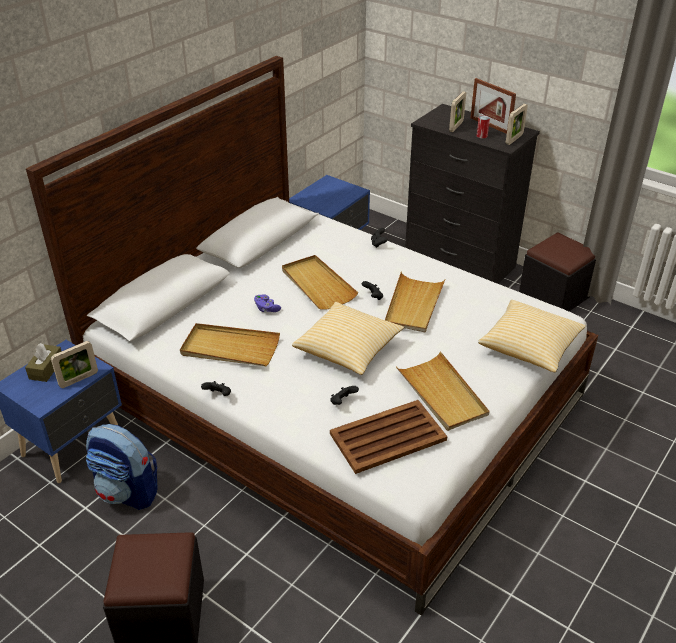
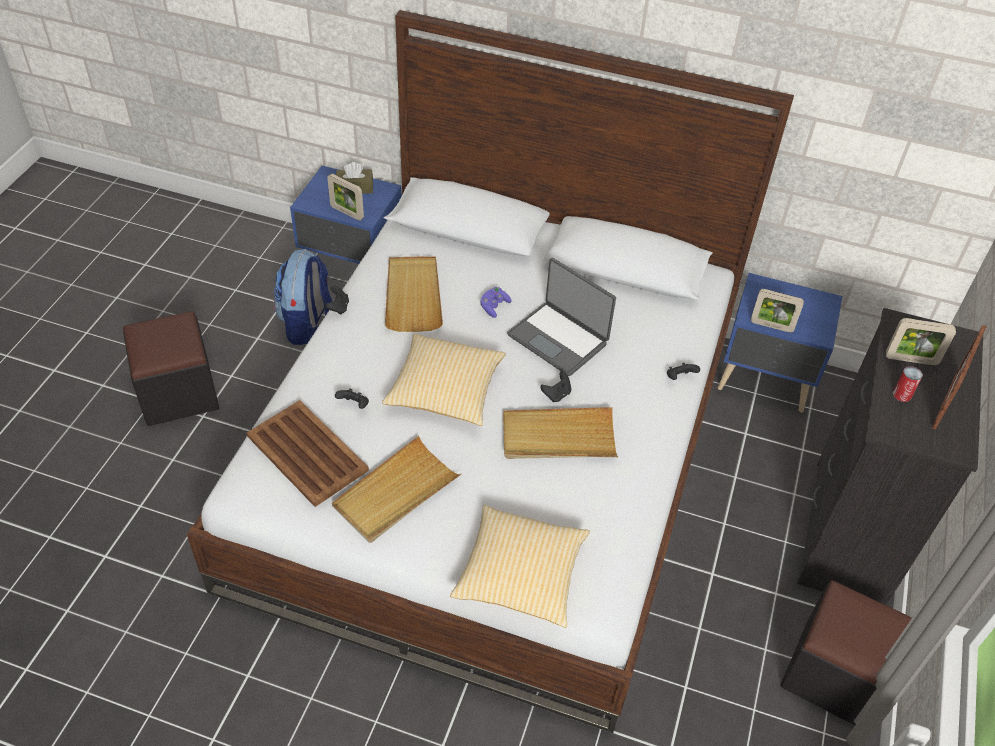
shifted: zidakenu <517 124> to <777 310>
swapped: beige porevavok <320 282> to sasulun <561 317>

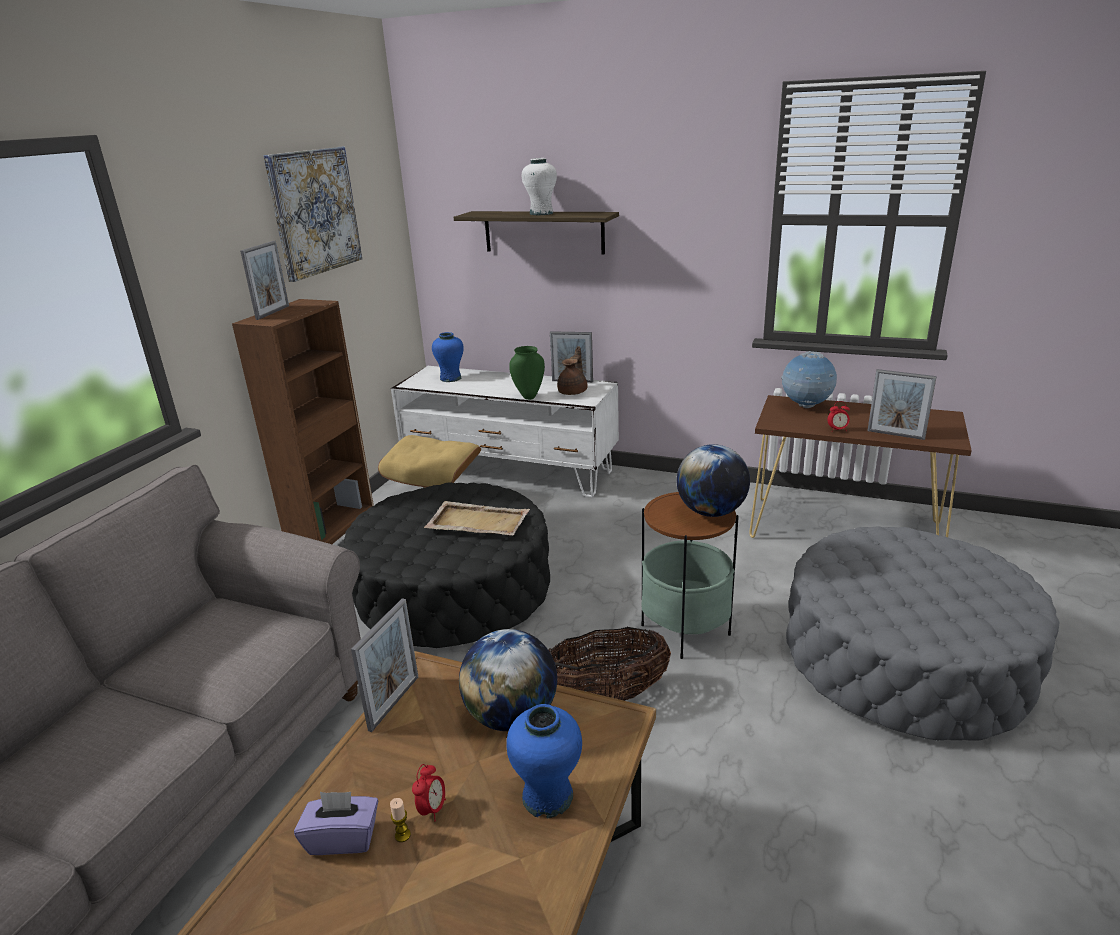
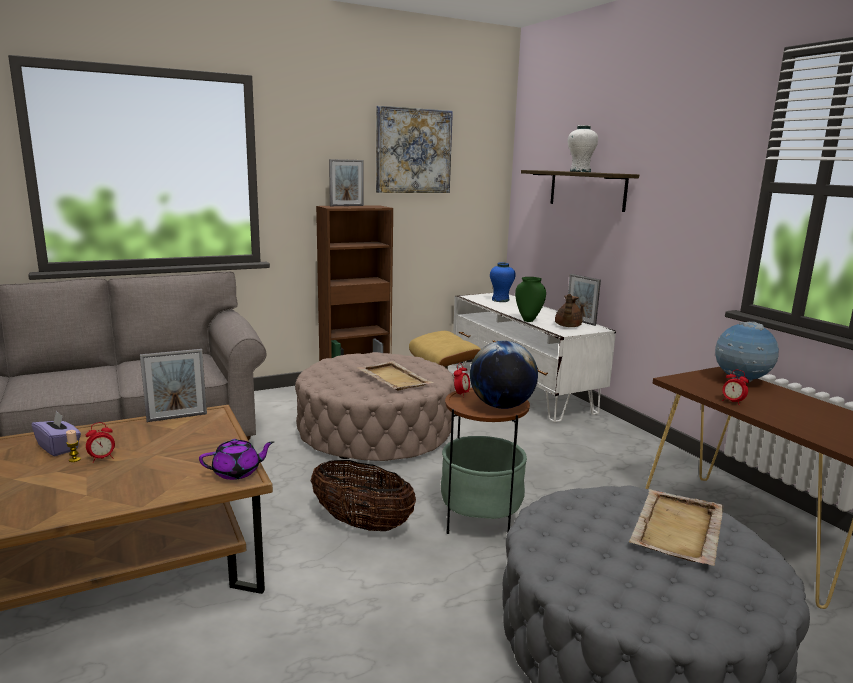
gone: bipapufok <508 680>; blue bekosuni <544 761>; zidakenu <902 404>
new: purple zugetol <236 459>; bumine <462 379>; beige porevavok <676 527>
repainted: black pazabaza <446 565> to beige pazabaza <375 406>
rotated: brown zugetol <572 370> = <569 310> 135 degrees clockwise

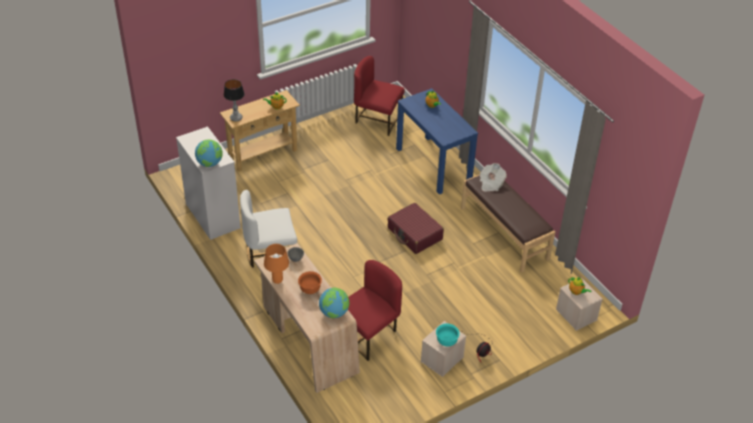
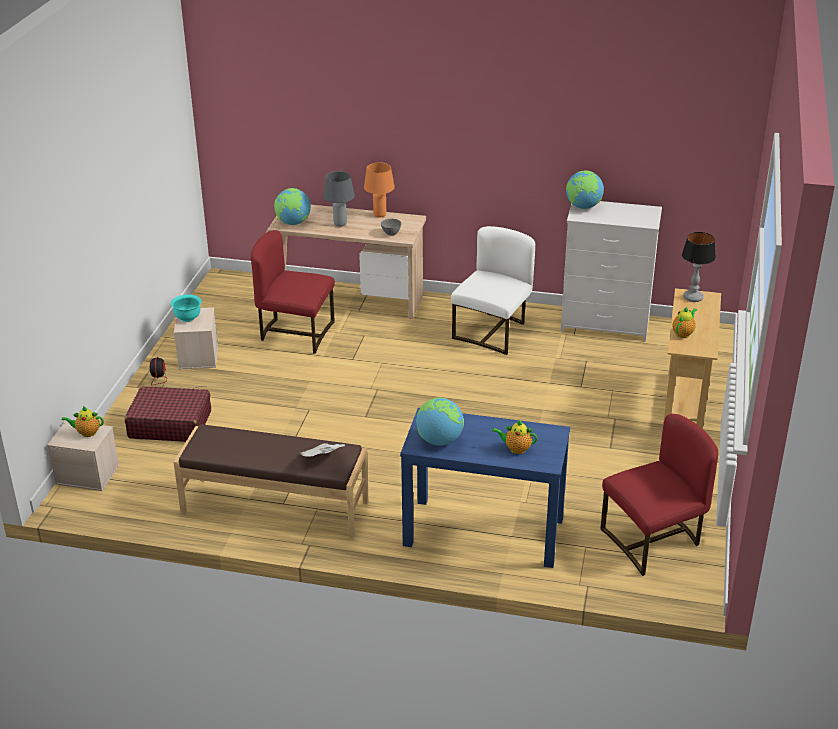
new: bipapufok <440 421>
shifted: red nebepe <416 228> to <167 414>
swapped: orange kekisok <310 282> to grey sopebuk <339 199>
rotated: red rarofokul <375 310> = <293 292> 105 degrees clockwise

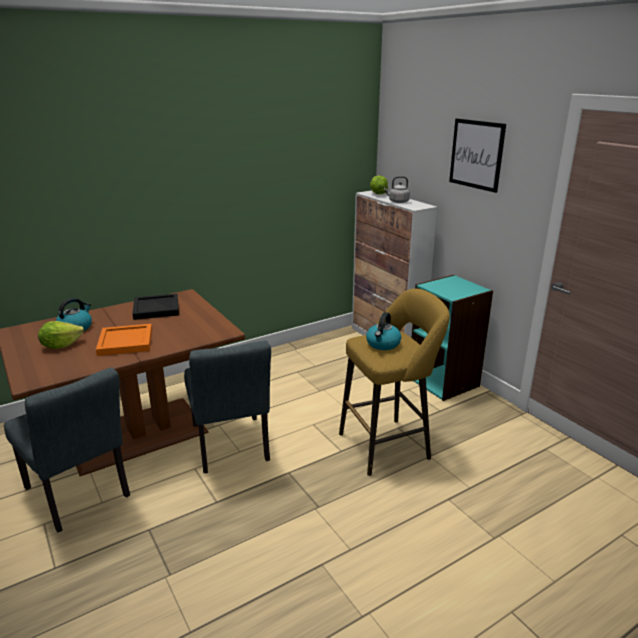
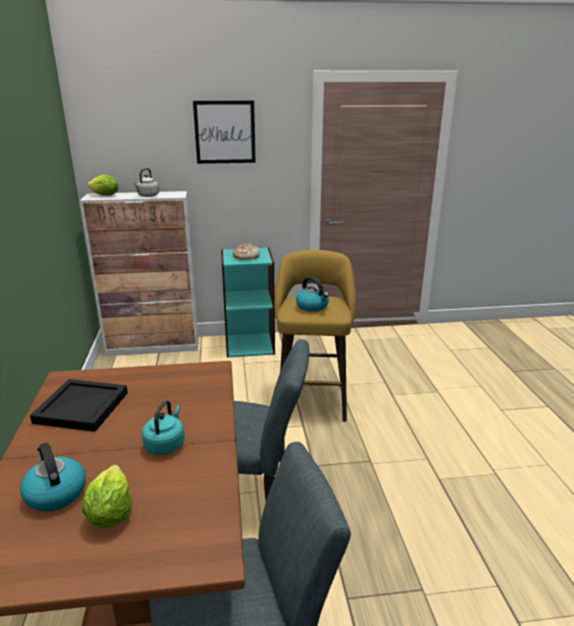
new: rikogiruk <246 252>
swapped: orange porevavok <124 340> to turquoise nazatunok <163 427>

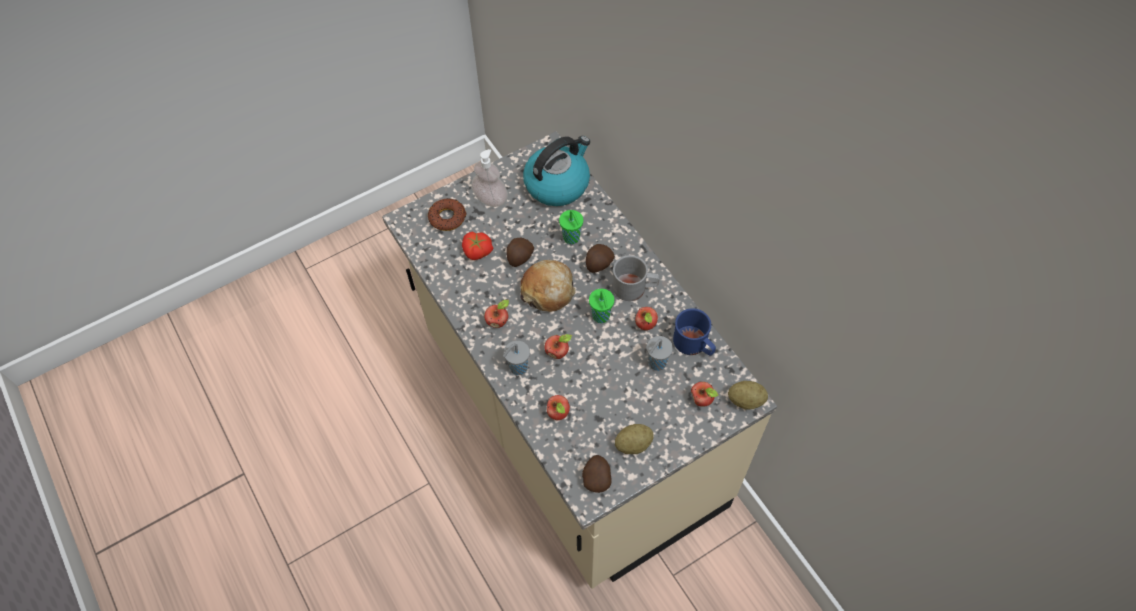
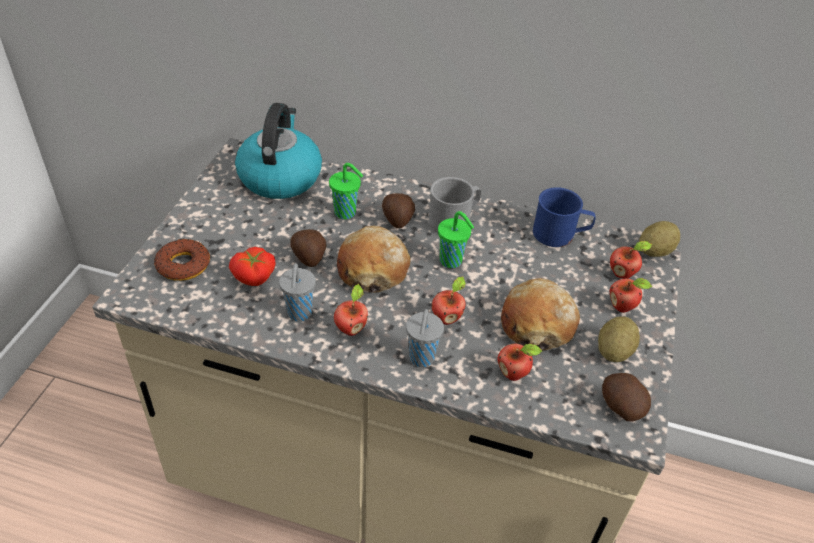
gone: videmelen <489 178>
new: rikogiruk <540 314>
shifted: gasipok <646 318> to <631 295>; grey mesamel <660 353> to <297 292>

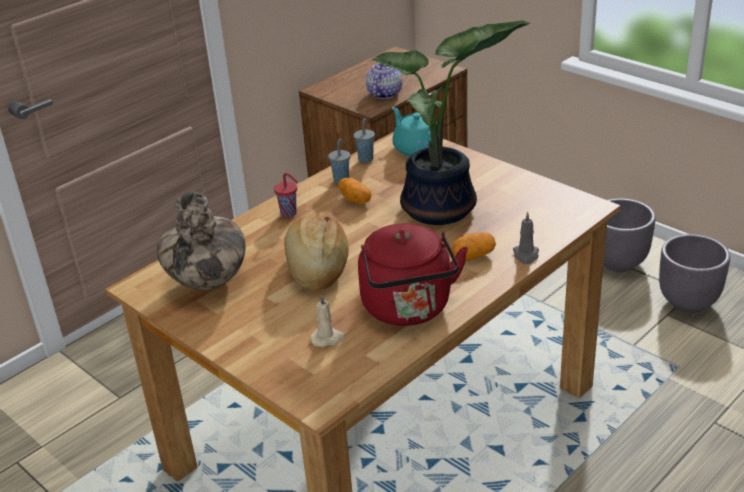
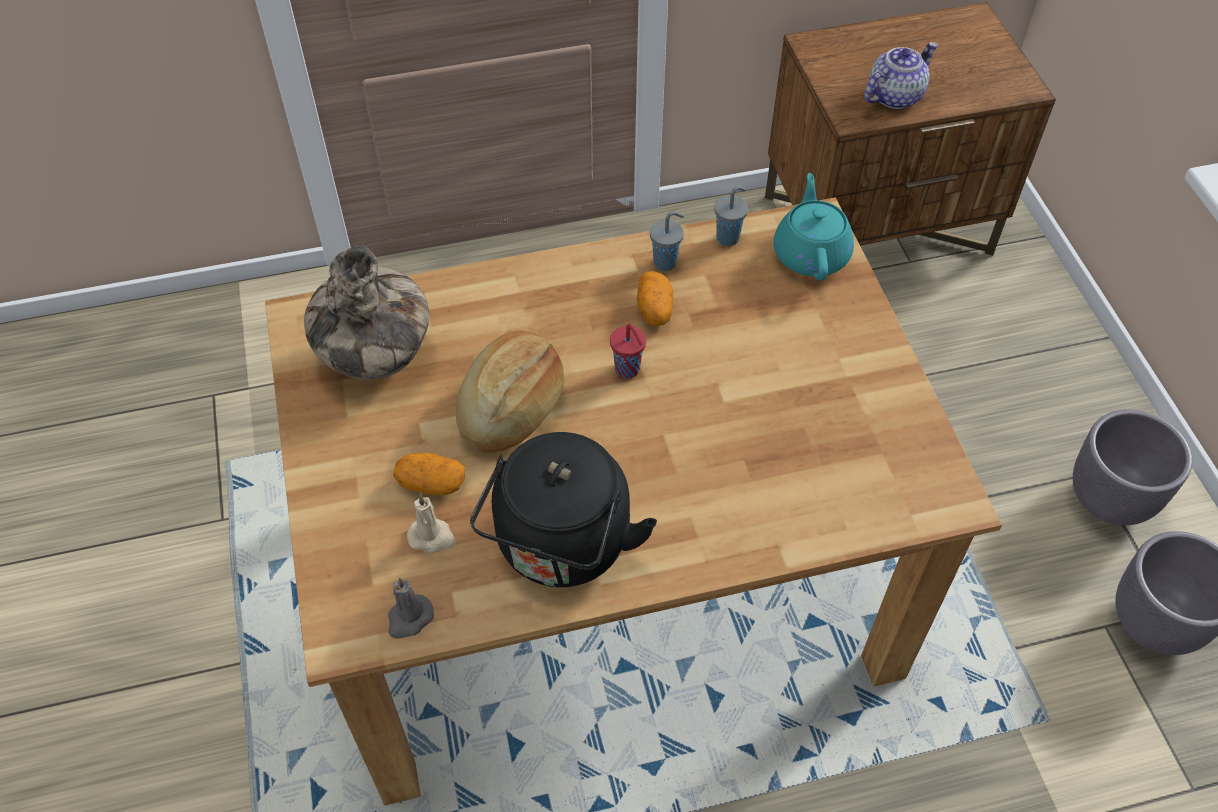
gone: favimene <451 123>
shifted: red mesamel <286 195> to <628 351>; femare <474 246> to <429 474>; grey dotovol <526 237> to <411 608>
repainted: red nazatunok <413 274> to black nazatunok <563 509>

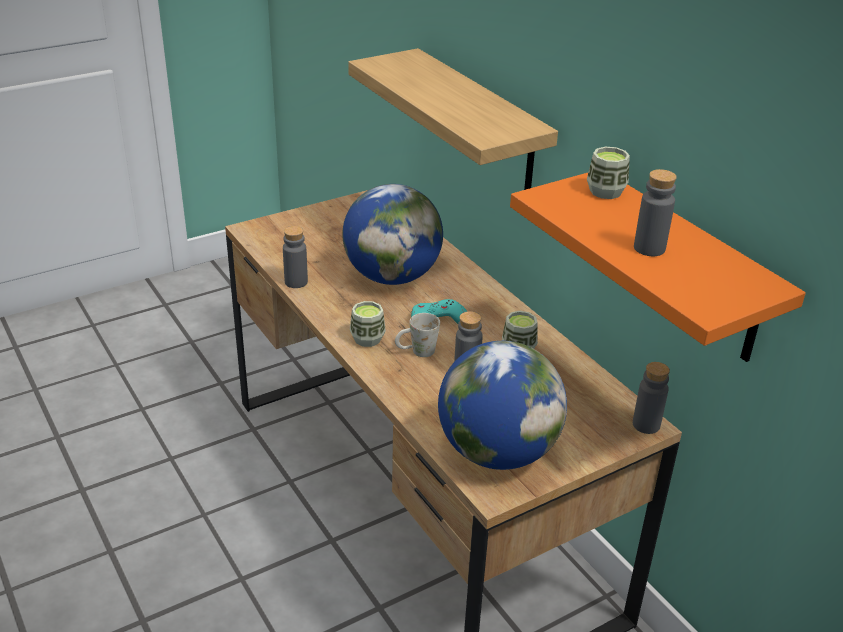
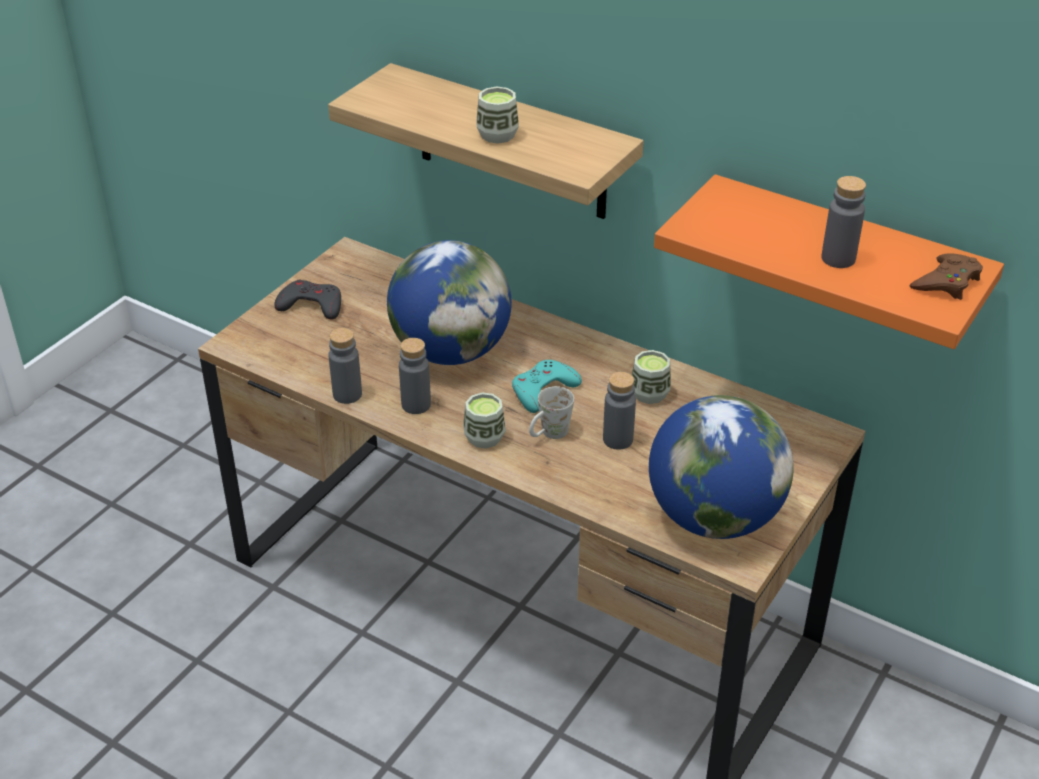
new: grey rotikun <307 299>; brown rotikun <946 276>
shifted: mesamel <608 173> to <497 115>; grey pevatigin <651 398> to <415 376>

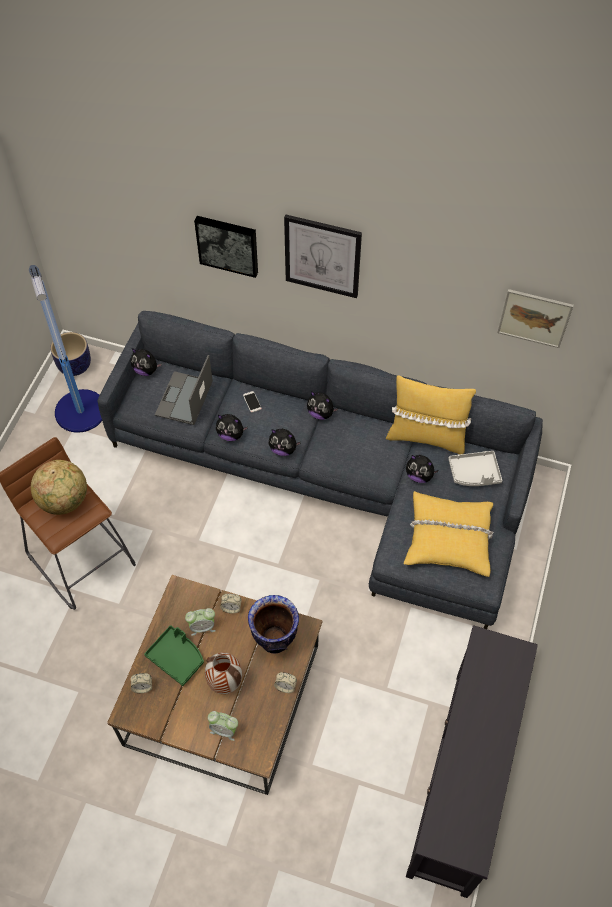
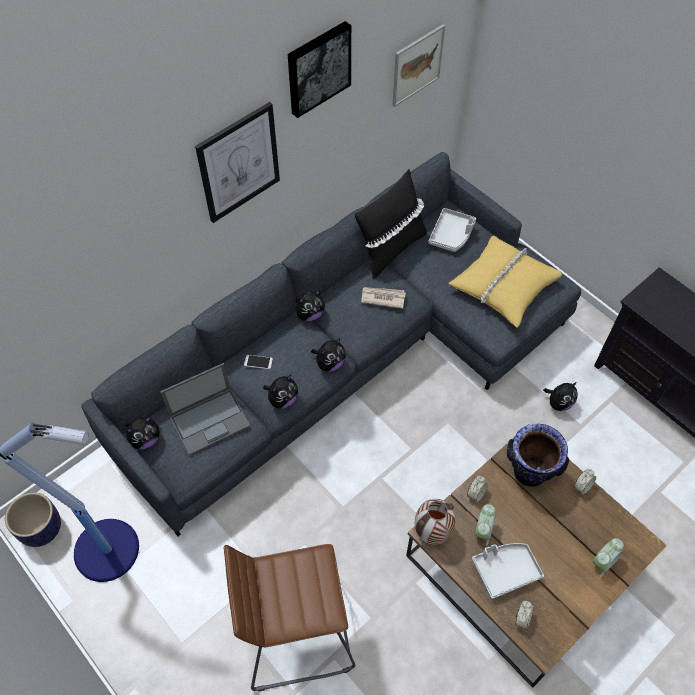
gone: bipapufok <59 487>
new: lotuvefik <383 298>
shifted: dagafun <226 247> to <319 69>; bekosuni <223 673> to <435 522>; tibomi <422 469> to <560 396>
repainted: green porevavok <174 655> to grey porevavok <508 571>; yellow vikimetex <431 414> to black vikimetex <391 224>
rotated: sasulun <184 390> = <205 409> 75 degrees counterclockwise

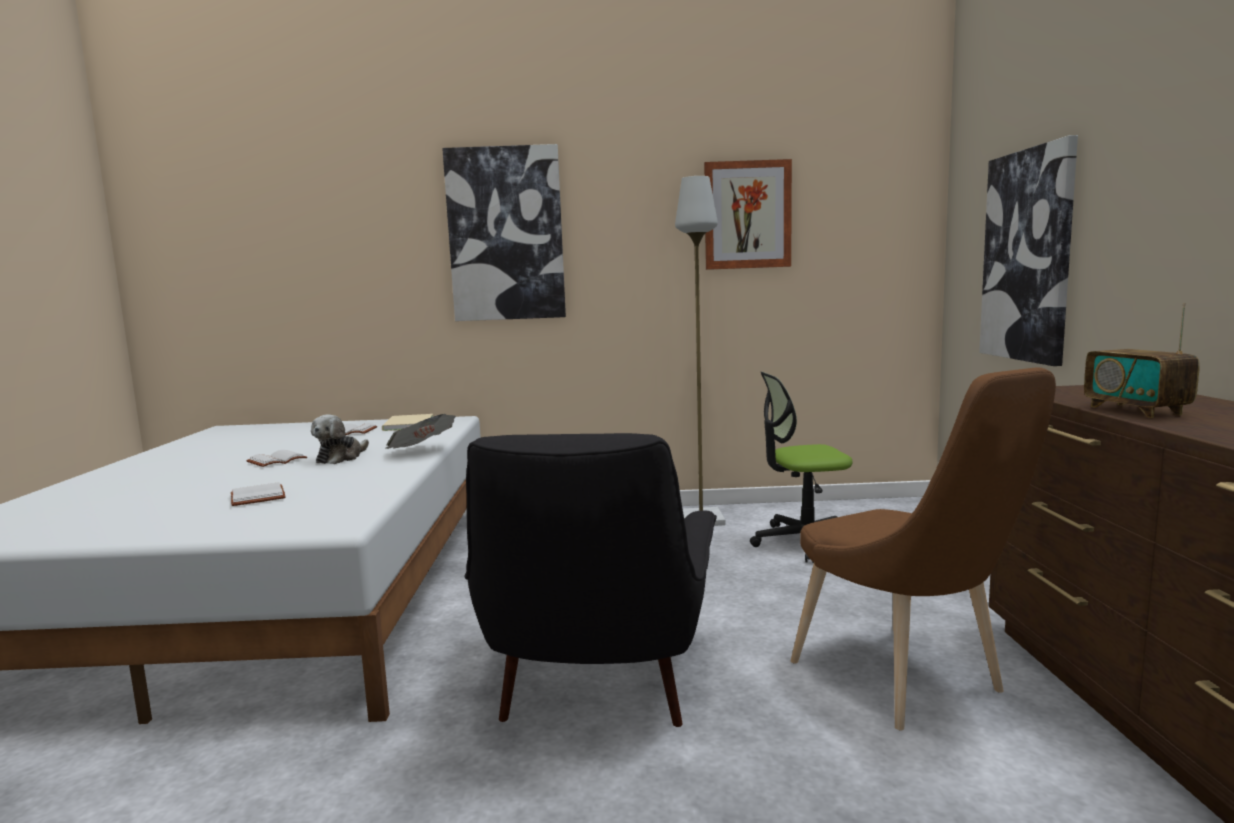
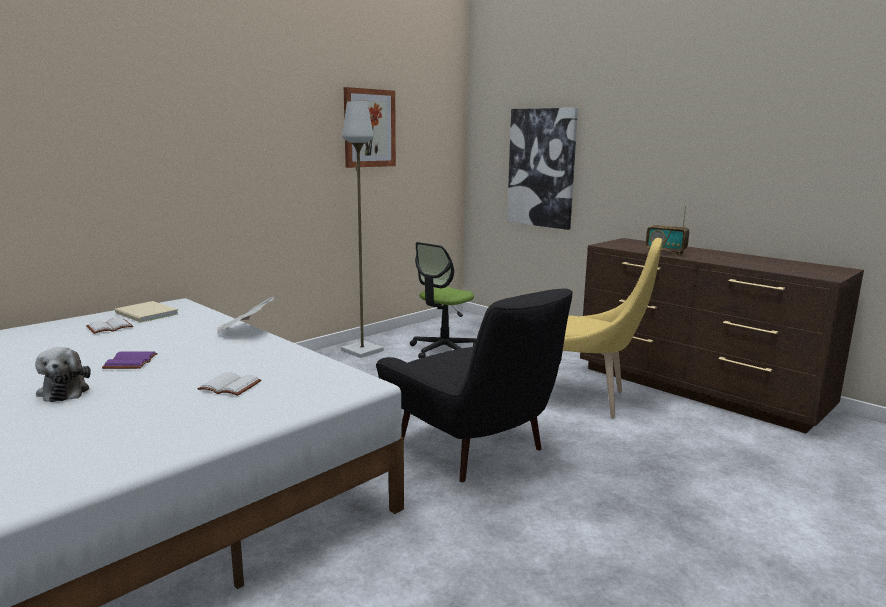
gone: dagafun <504 232>
shifted: tibomi <340 439> to <63 374>
repainted: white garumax <276 458> to purple garumax <130 360>; brown rarofokul <923 548> to yellow rarofokul <612 328>

